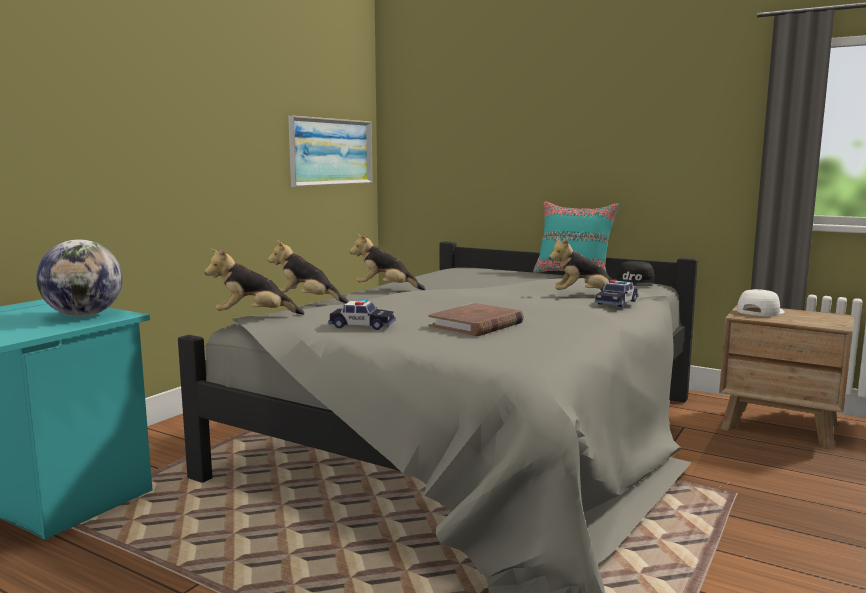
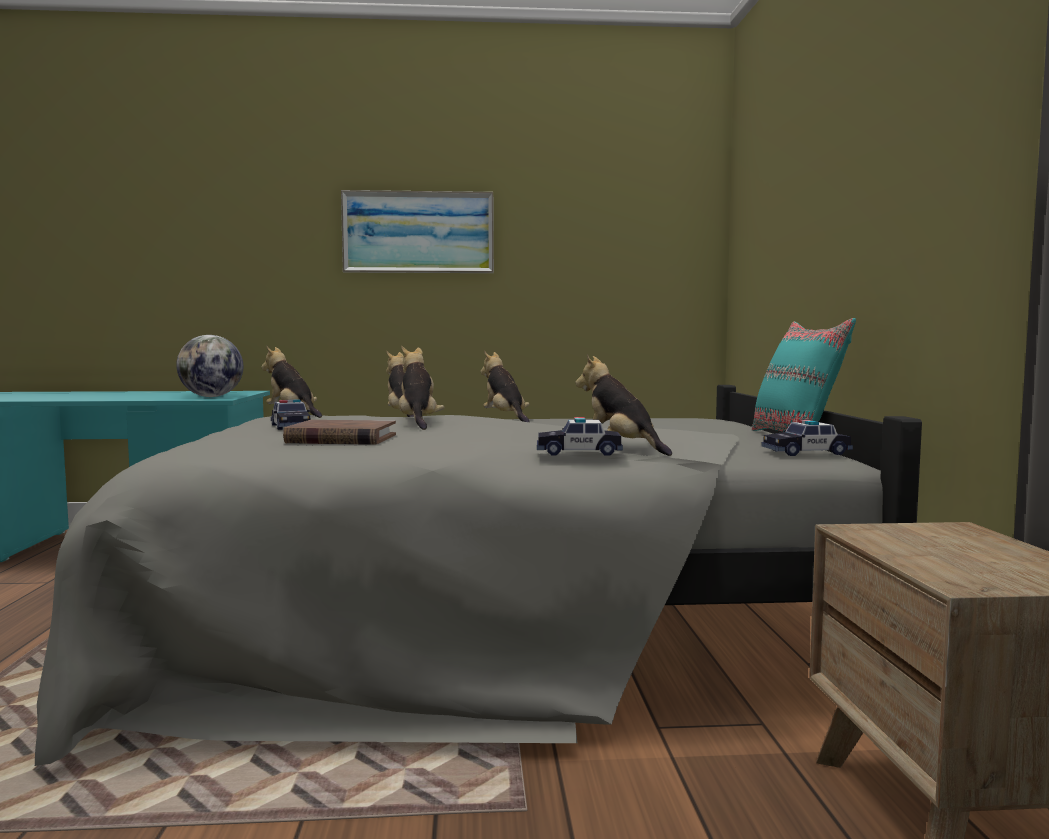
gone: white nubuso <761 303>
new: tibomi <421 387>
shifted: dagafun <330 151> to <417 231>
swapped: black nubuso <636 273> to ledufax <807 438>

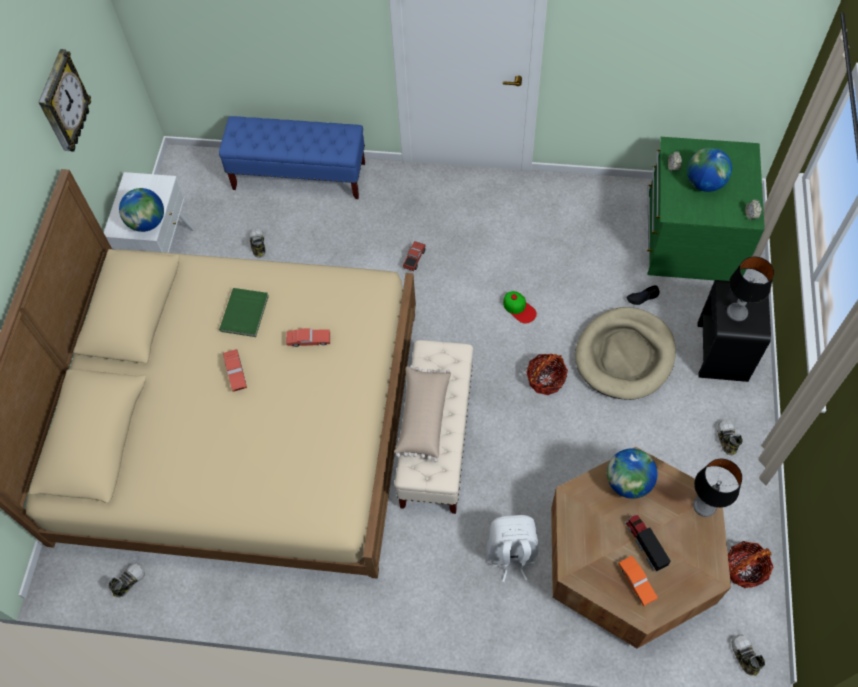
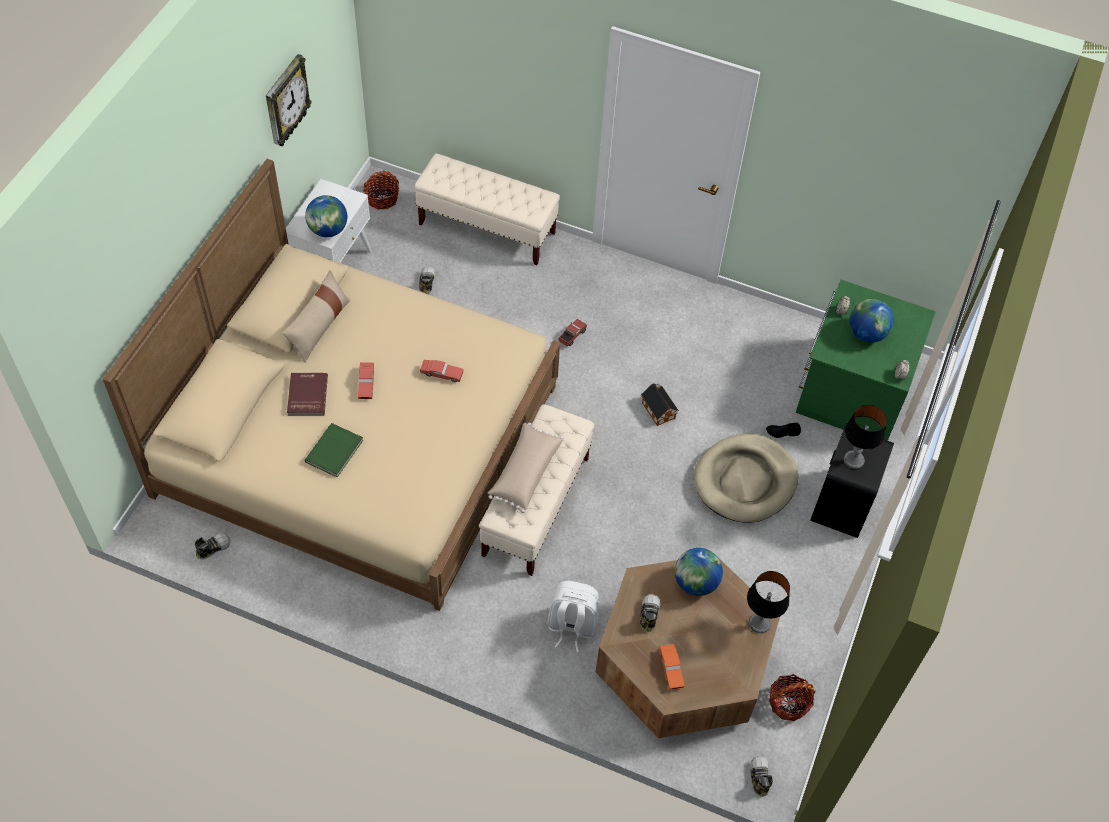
gone: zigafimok <648 543>
new: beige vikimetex <316 316>; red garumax <307 394>
shifted: green garumax <244 312> to <334 450>; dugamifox <547 374> to <381 190>; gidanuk <730 437> to <650 613>
swapped: nubuso <520 307> to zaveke <660 404>
repainted: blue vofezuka <292 157> to beige vofezuka <487 209>

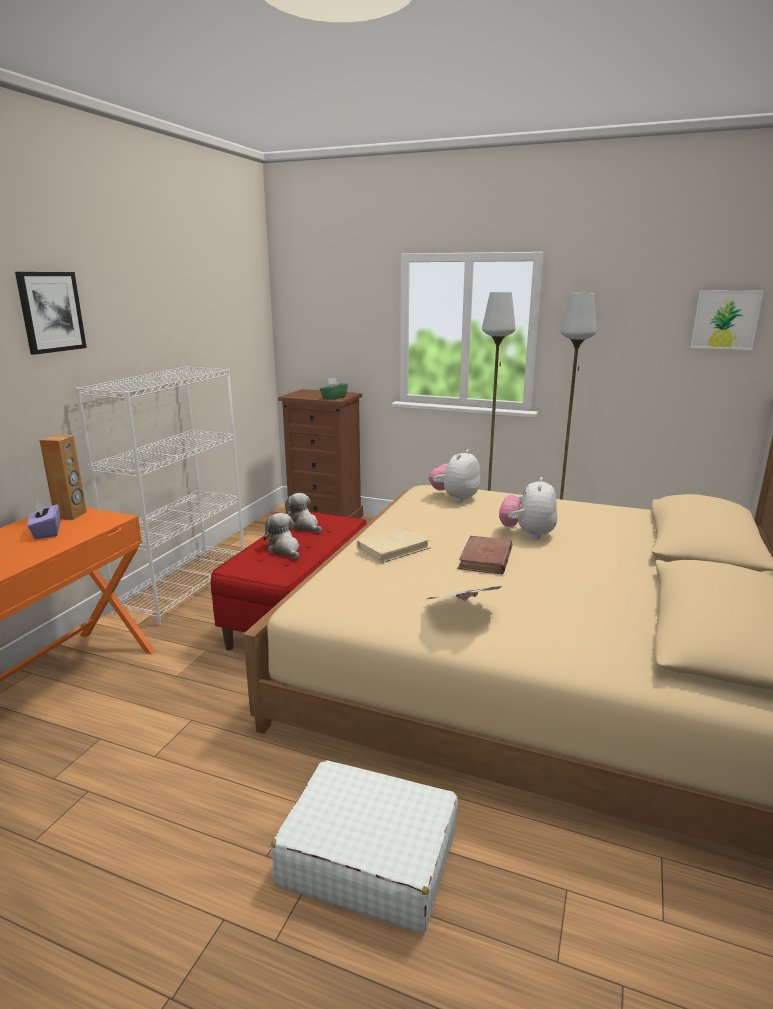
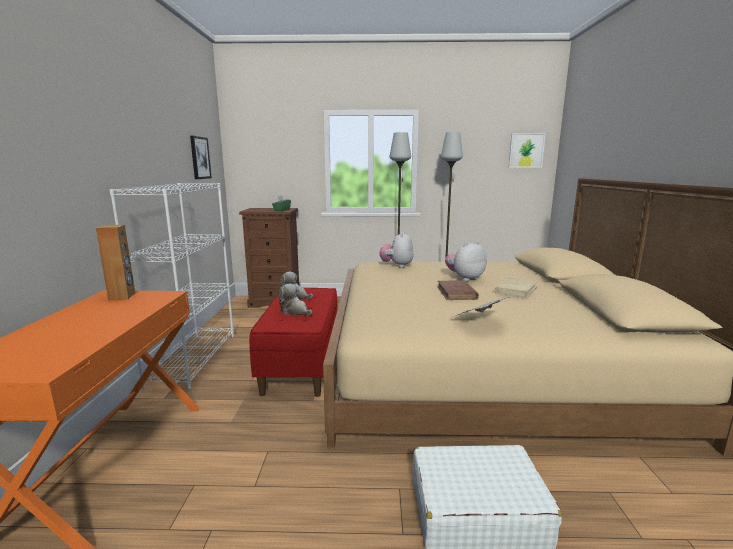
gone: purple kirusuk <43 520>
shifted: dagafun <51 313> to <201 157>; beige garumax <394 545> to <516 288>
rotated: tibomi <528 508> = <466 261> 60 degrees clockwise

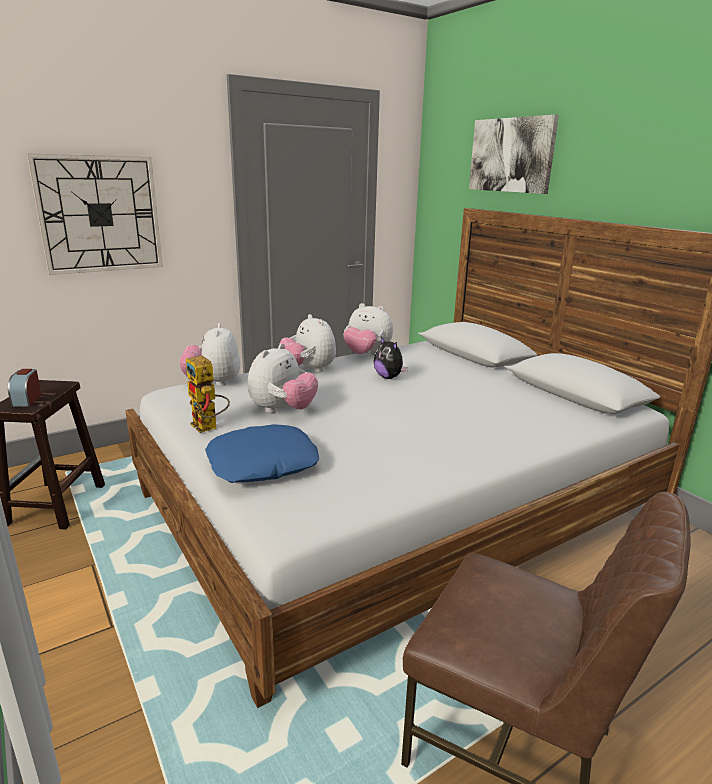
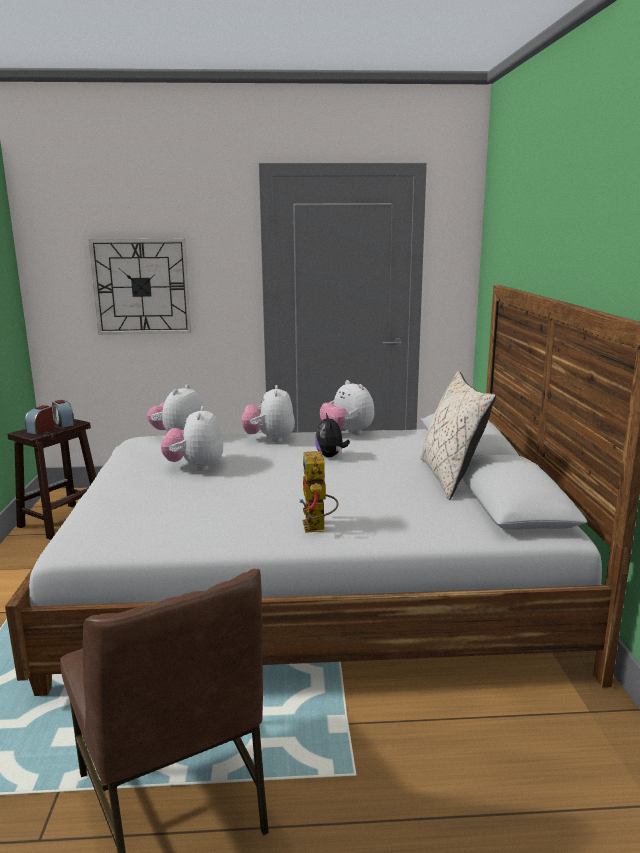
gone: blue vikimetex <262 453>; dagafun <514 154>
new: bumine <63 414>; beige vikimetex <458 435>
shifted: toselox <208 394> to <318 492>
rotated: tibomi <283 378> = <192 438> 120 degrees clockwise

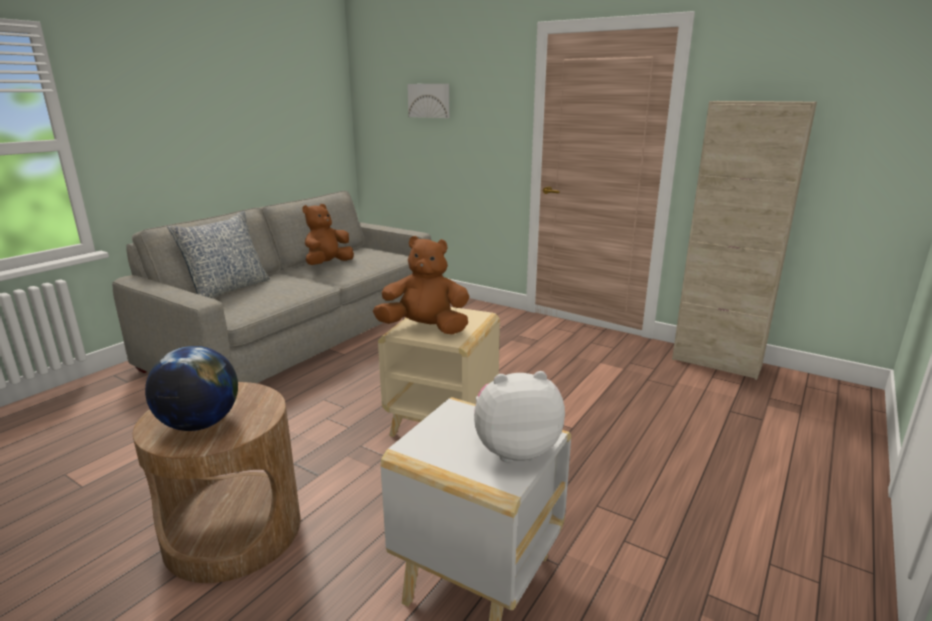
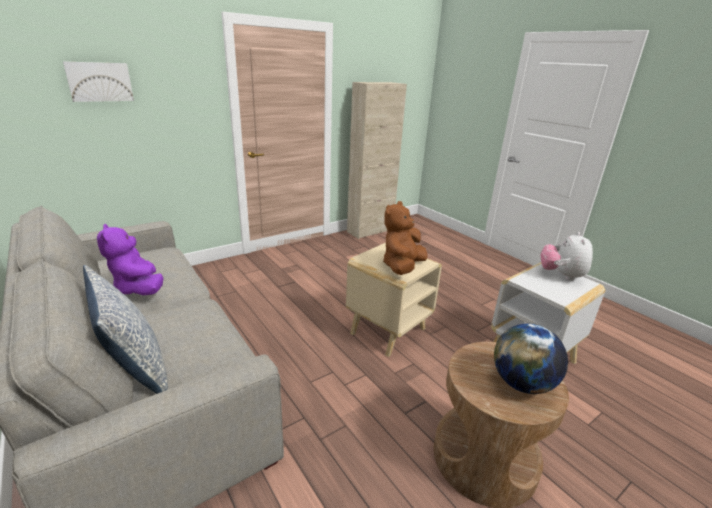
repainted: brown tibomi <328 234> to purple tibomi <130 259>

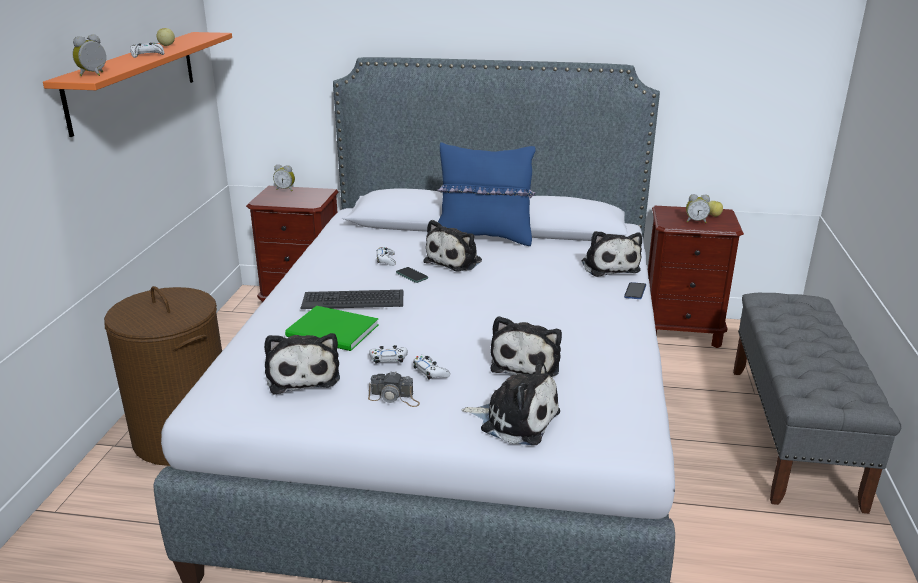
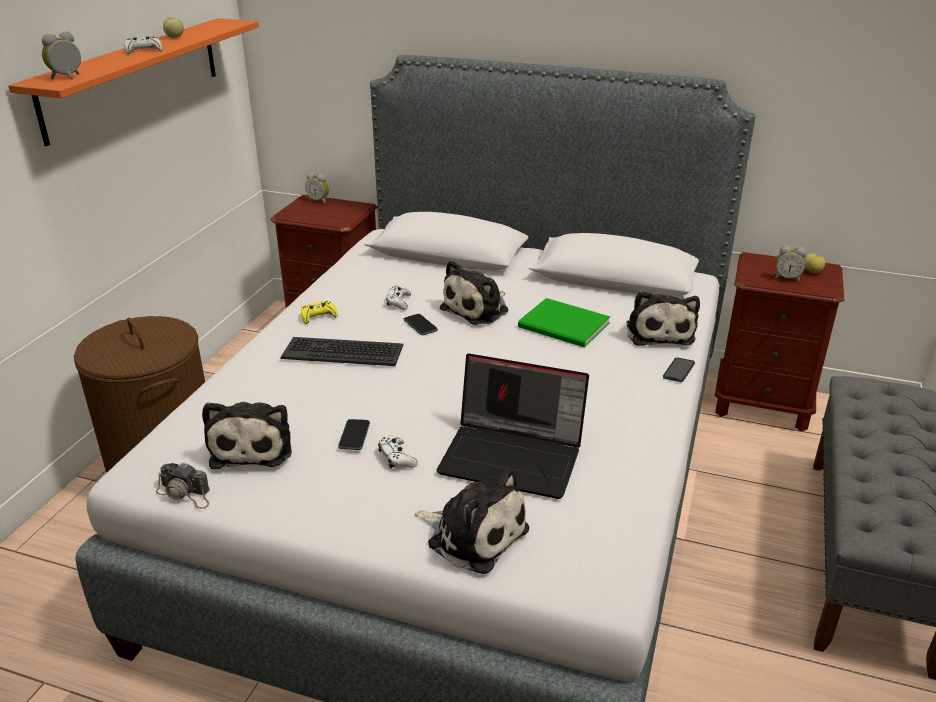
gone: blue vikimetex <486 194>
new: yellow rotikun <319 312>
shifted: green garumax <332 328> to <564 323>; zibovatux <394 389> to <183 486>
swapped: white rotikun <388 354> to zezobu <354 434>; tibomi <526 346> to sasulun <512 426>

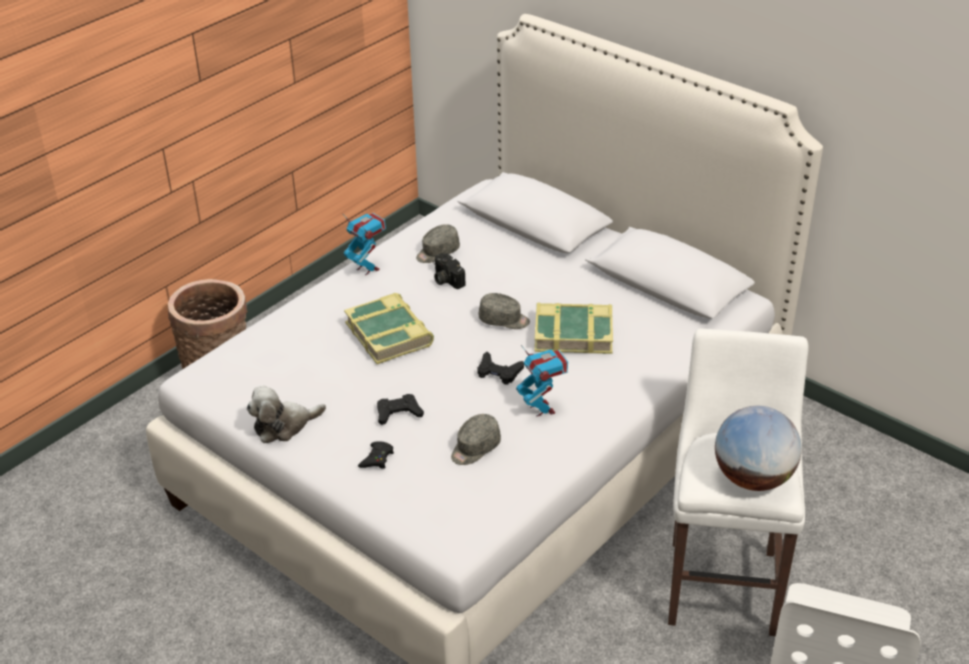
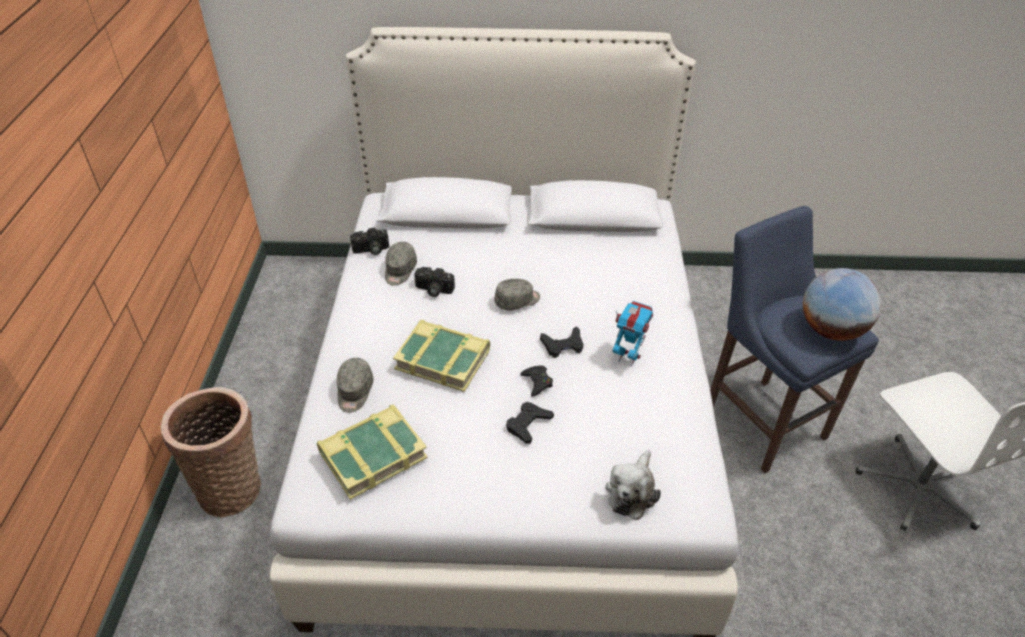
gone: toselox <364 244>
new: zibovatux <369 241>
shifted: tibomi <286 414> to <633 485>; black rotikun <376 455> to <536 381>; grey nubuso <476 439> to <355 385>; garumax <573 328> to <372 452>
repainted: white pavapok <738 482> to blue pavapok <794 339>

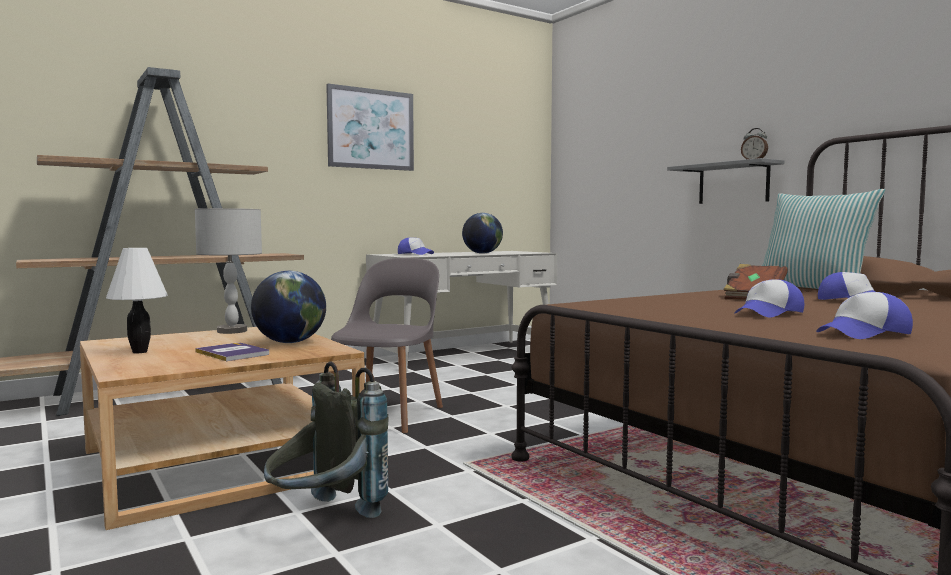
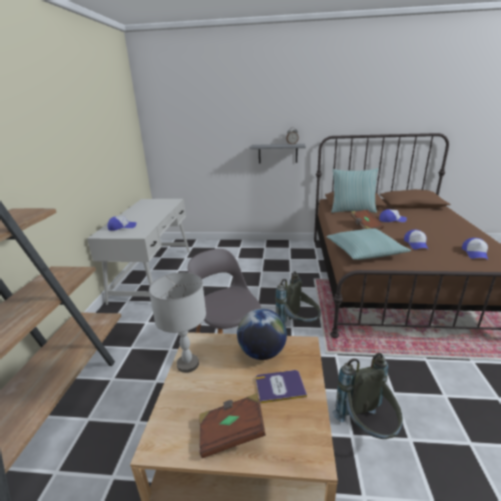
gone: dagafun <370 127>; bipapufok <482 233>
new: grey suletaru <298 297>; vikimetex <368 244>
swapped: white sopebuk <137 300> to brown garumax <232 425>

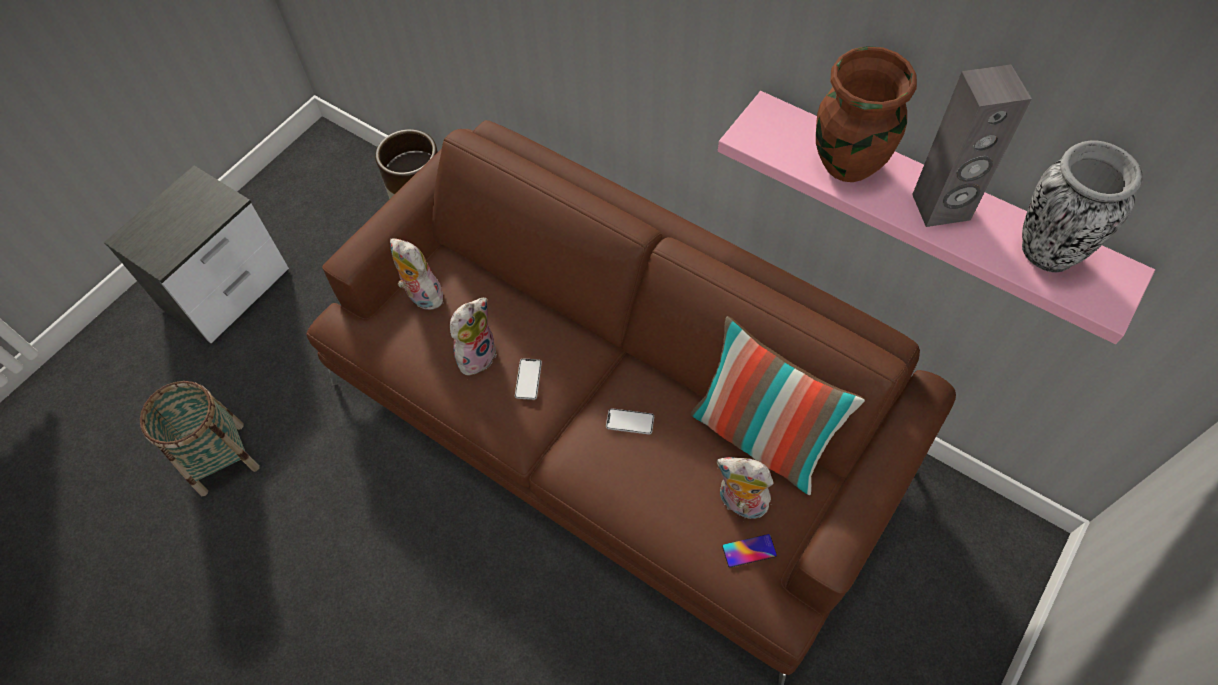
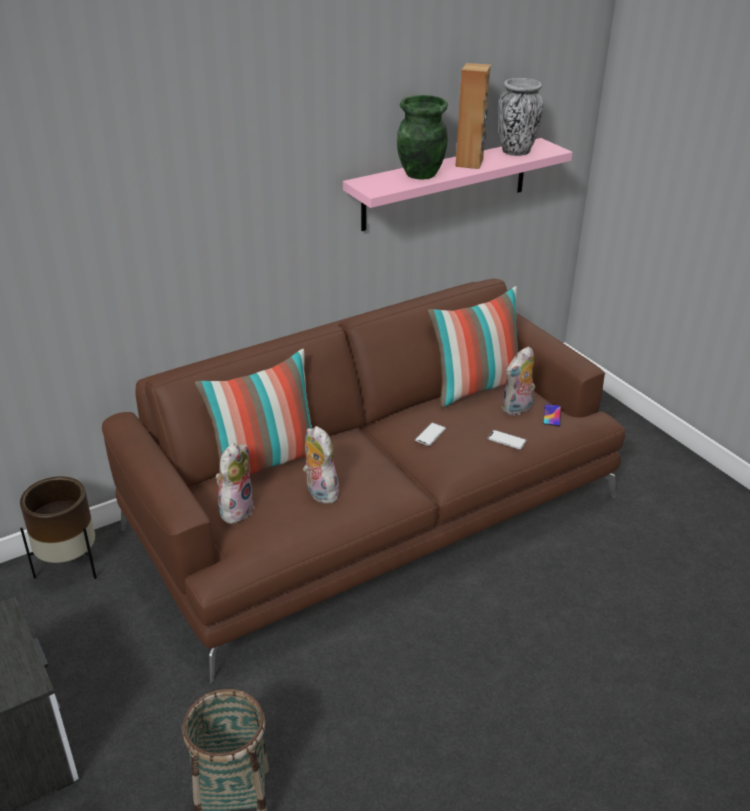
new: vikimetex <253 416>
shifted: zezobu <528 379> to <507 439>
repainted: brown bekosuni <866 114> to green bekosuni <422 137>; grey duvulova <972 145> to brown duvulova <473 116>
rotated: tibomi <416 274> = <235 483> 135 degrees clockwise

